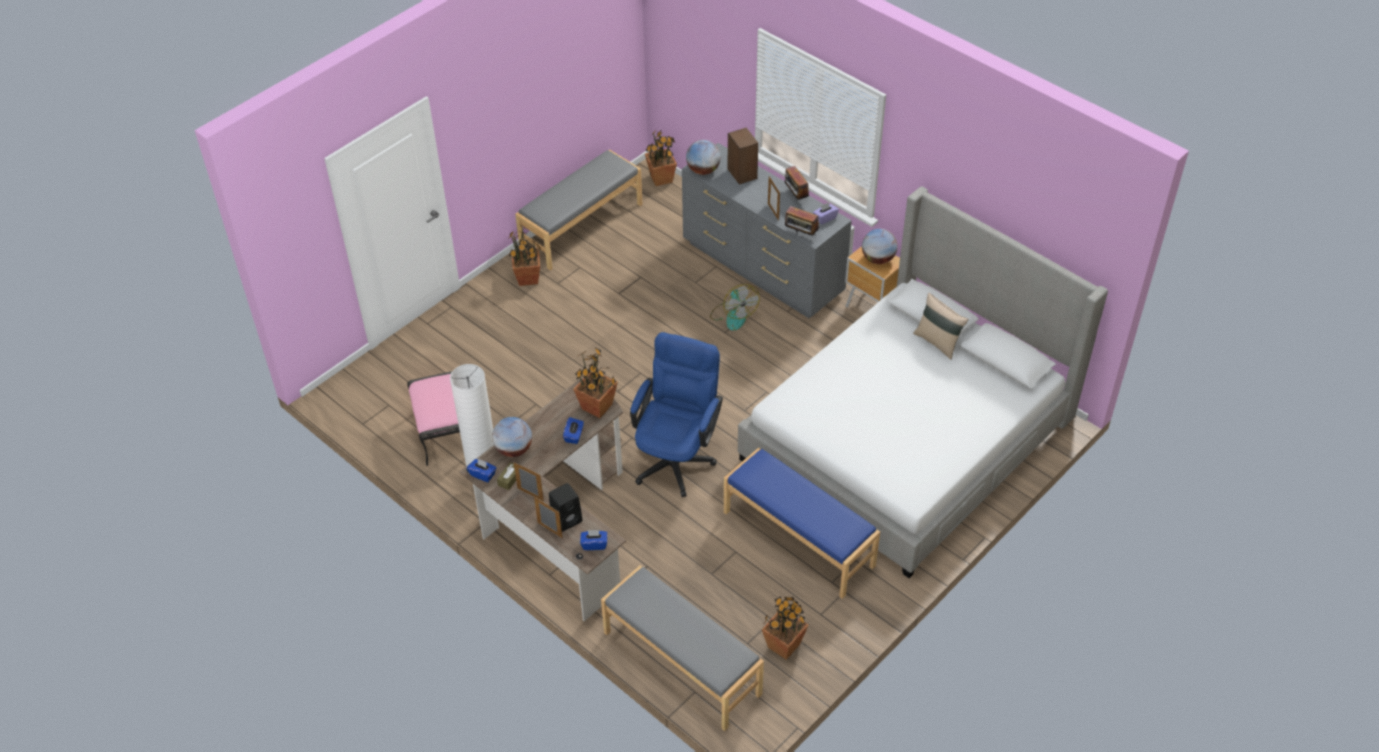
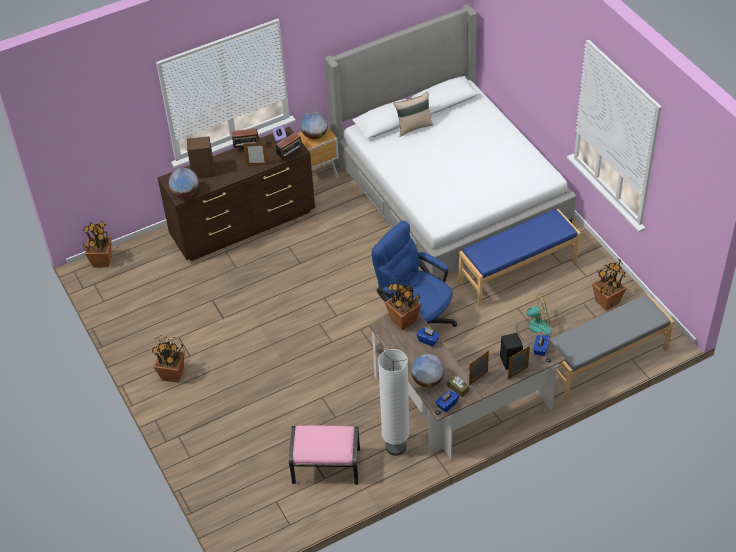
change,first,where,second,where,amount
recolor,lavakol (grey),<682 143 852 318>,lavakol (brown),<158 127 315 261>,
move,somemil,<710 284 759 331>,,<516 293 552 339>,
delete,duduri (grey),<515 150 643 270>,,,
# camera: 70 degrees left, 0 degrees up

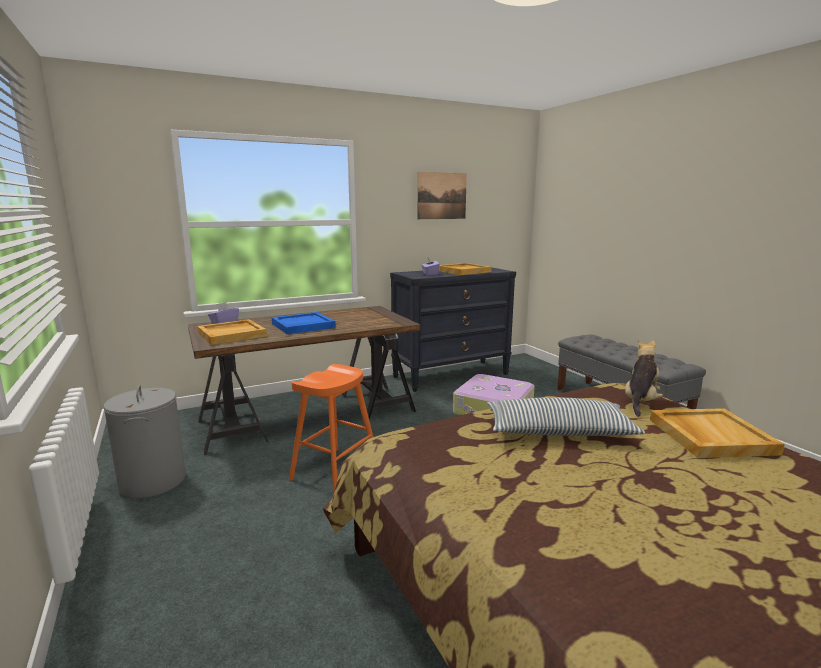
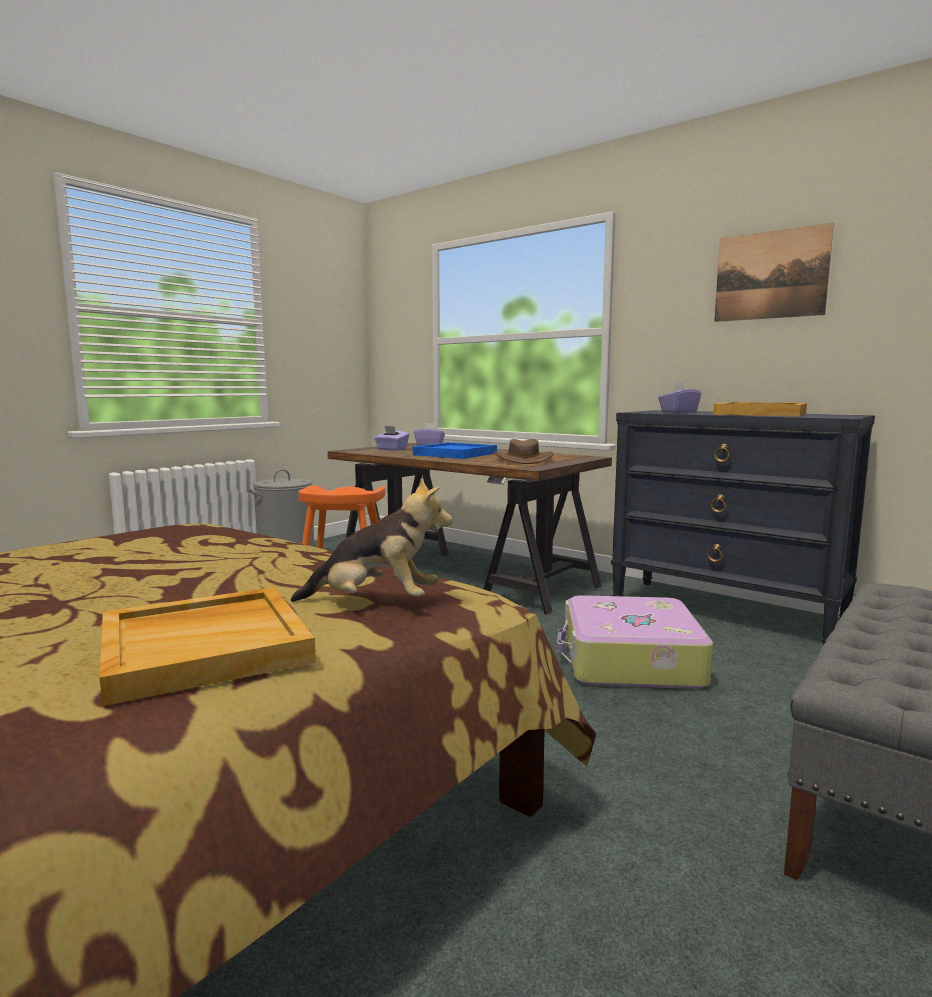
change,first,where,second,where,amount
replace,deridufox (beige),<197 319 267 345>,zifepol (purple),<374 426 409 451>,
insert,,,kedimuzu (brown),<494 439 554 464>,
delete,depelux,<487 397 645 436>,,,
# camera: 65 degrees right, 5 degrees down

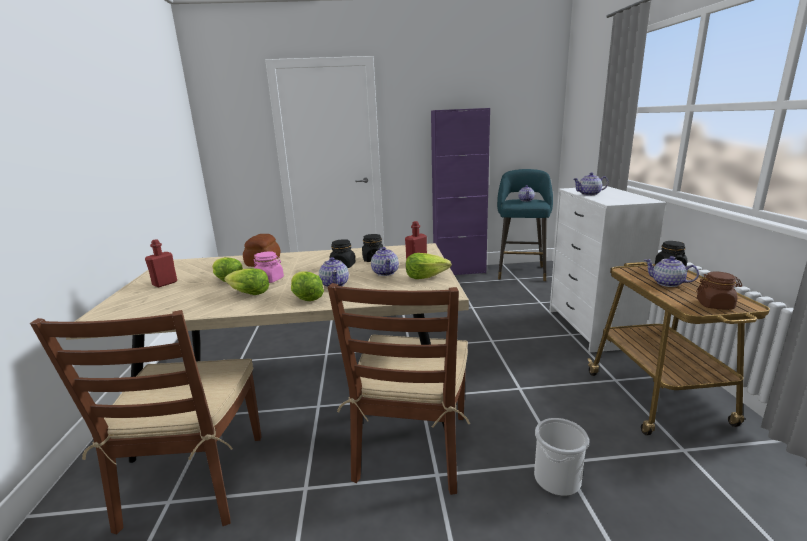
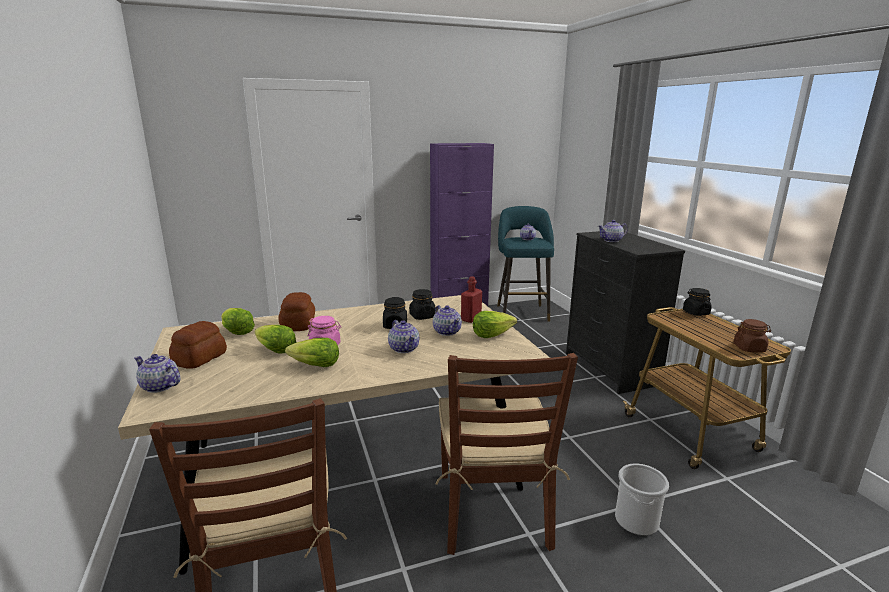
change,first,where,second,where,amount
move,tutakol,<644 256 699 287>,,<134 354 180 393>,
replace,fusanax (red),<145 239 177 287>,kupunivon,<169 321 227 369>,
move,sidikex,<291 271 324 301>,,<221 308 255 335>,
recolor,lavakol (white),<550 186 667 352>,lavakol (black),<566 231 685 394>,
# camera: 15 degrees left, 0 degrees up

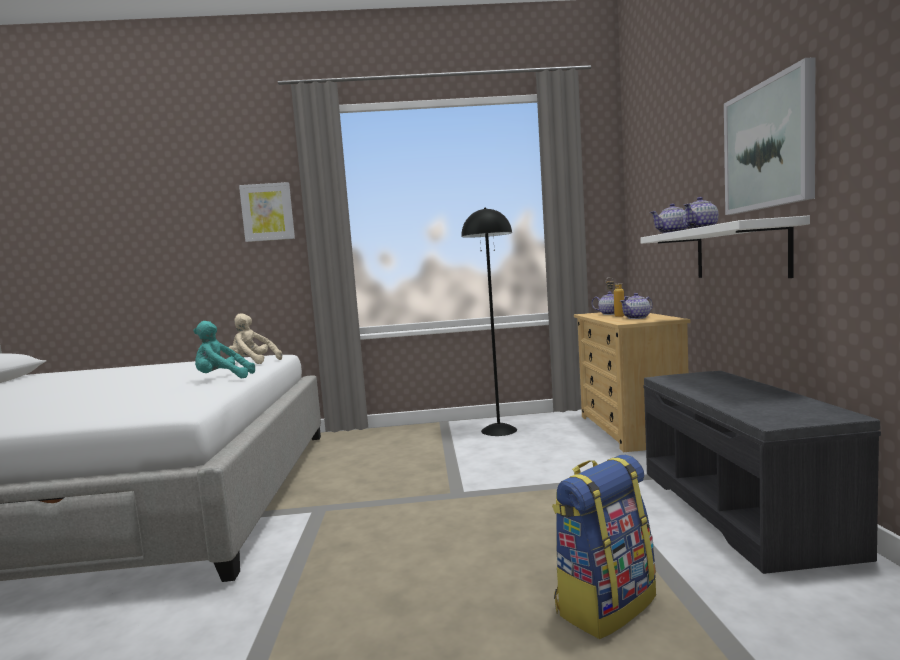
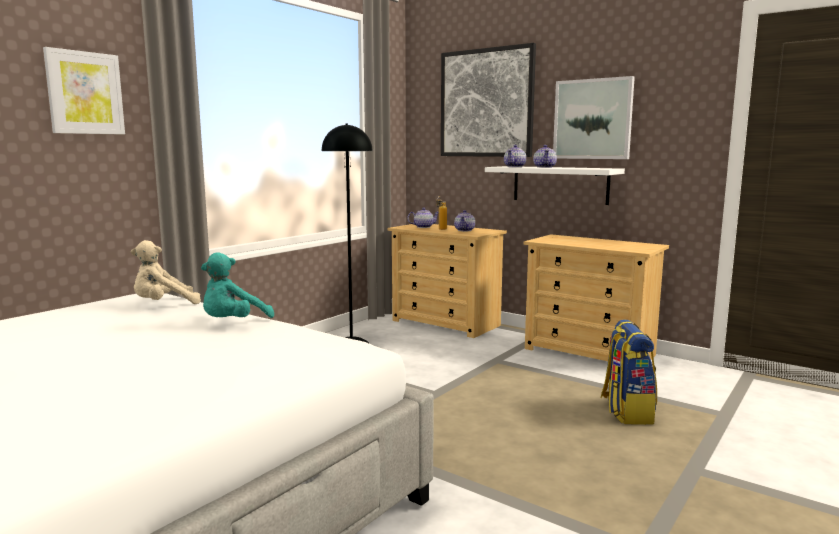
change,first,where,second,where,amount
insert,,,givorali,<441 43 536 157>,
replace,duduri (grey),<643 371 881 574>,lavakol (beige),<523 234 669 361>,
# camera: 50 degrees left, 5 degrees up

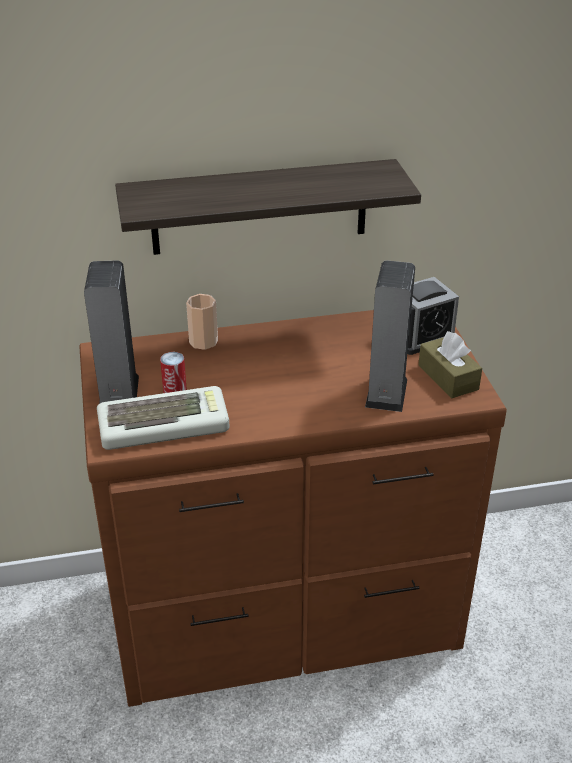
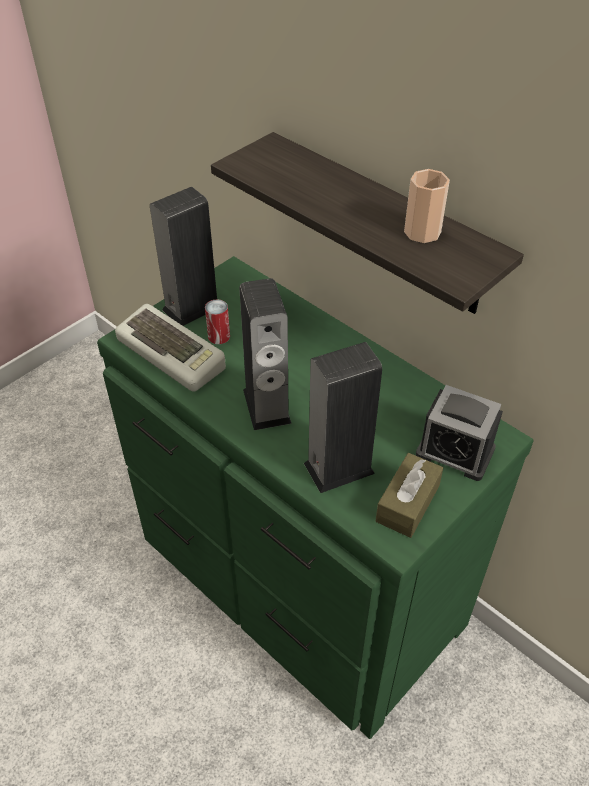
change,first,where,second,where,amount
recolor,lavakol (brown),<79 310 507 707>,lavakol (green),<97 256 534 739>,
insert,,,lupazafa,<239 278 292 430>,
move,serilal,<186 294 218 350>,,<404 169 450 243>,
# camera: 55 degrees right, 10 degrees up

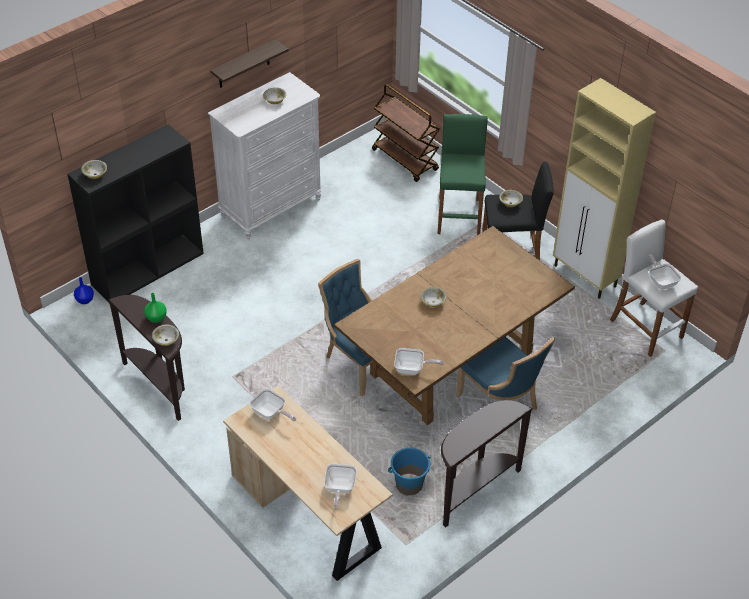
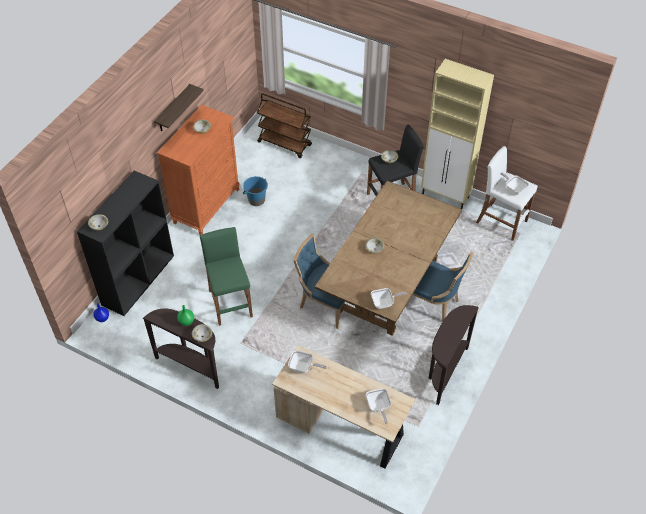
change,first,where,second,where,amount
recolor,lavakol (white),<208 72 322 239>,lavakol (orange),<157 105 240 235>,
move,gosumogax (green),<438 114 488 235>,,<200 227 253 326>,
move,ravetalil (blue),<388 448 431 495>,,<243 176 268 206>,
# camera: 20 degrees left, 5 degrees up

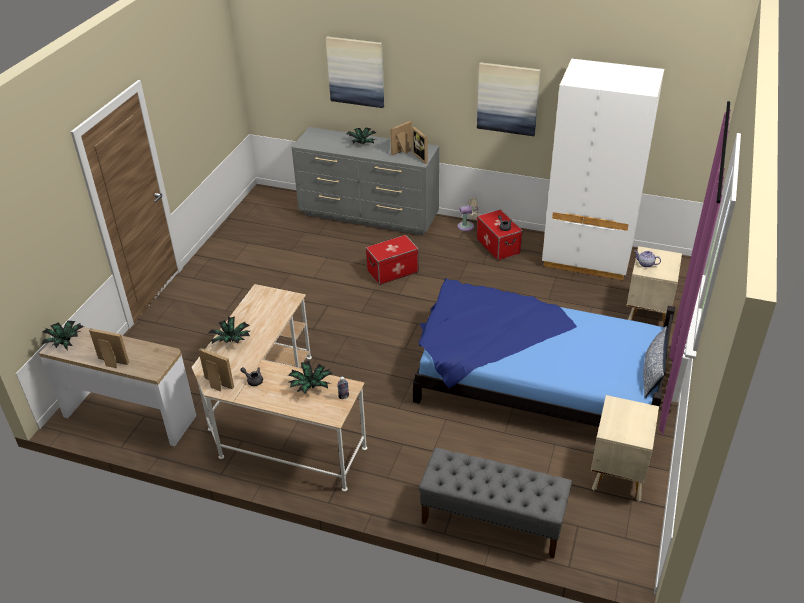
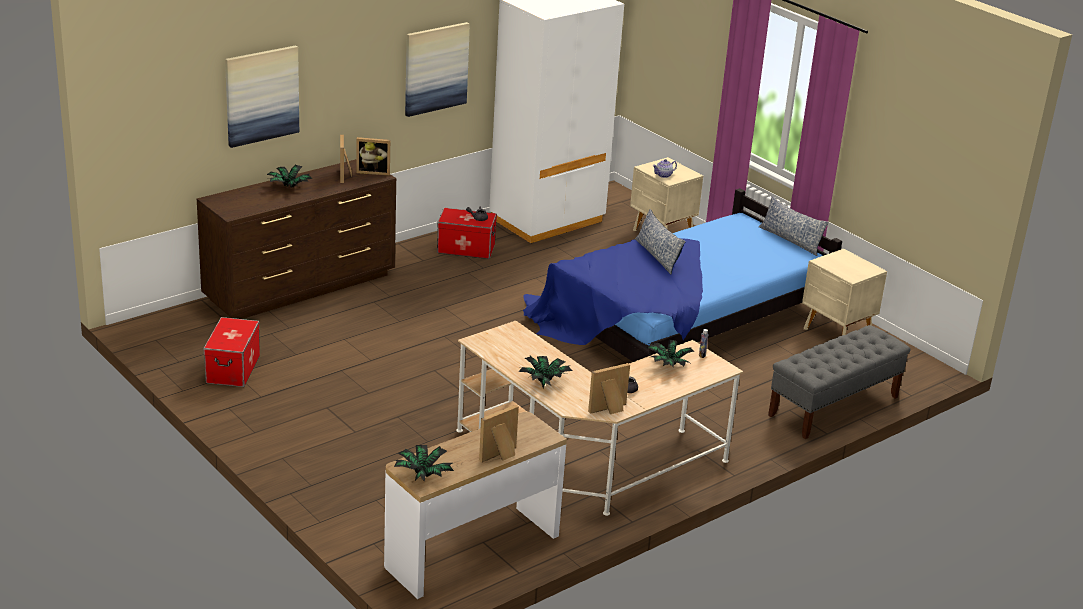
change,first,where,second,where,amount
recolor,lavakol (grey),<292 127 439 236>,lavakol (brown),<197 159 396 319>,
move,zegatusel,<366 235 419 285>,,<203 317 260 387>,
insert,,,depelux,<635 209 686 274>,
delete,somemil (beige),<457 197 480 231>,,,
# camera: 60 degrees left, 10 degrees down

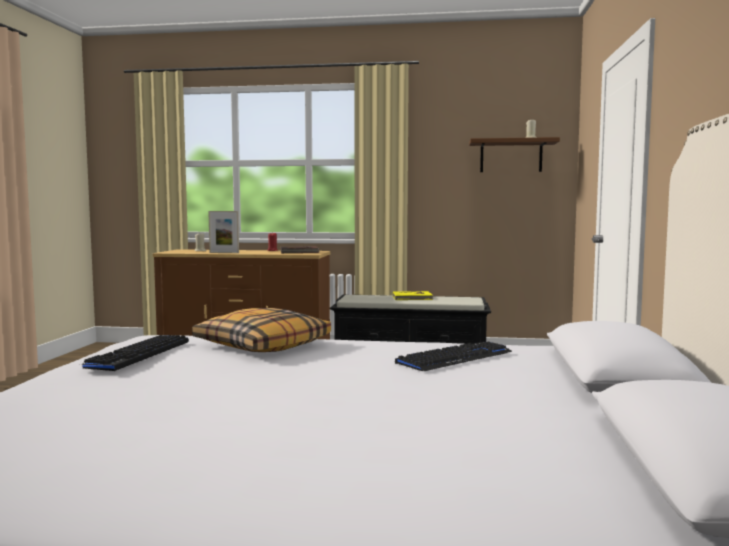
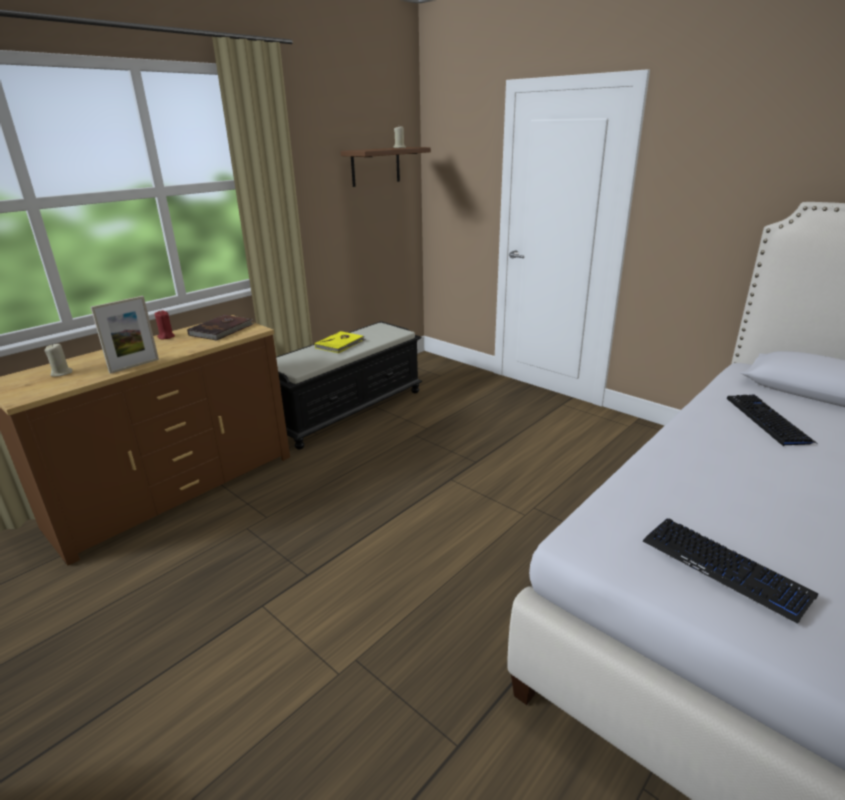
change,first,where,second,where,amount
delete,depelux,<192 308 331 352>,,,
# camera: 55 degrees left, 20 degrees up

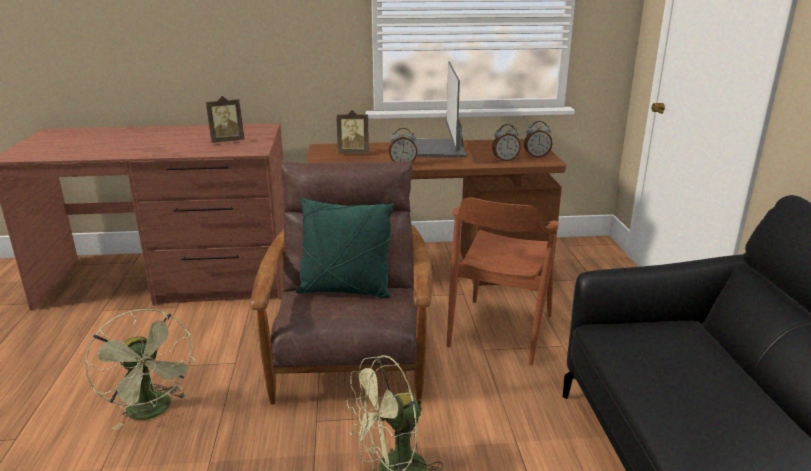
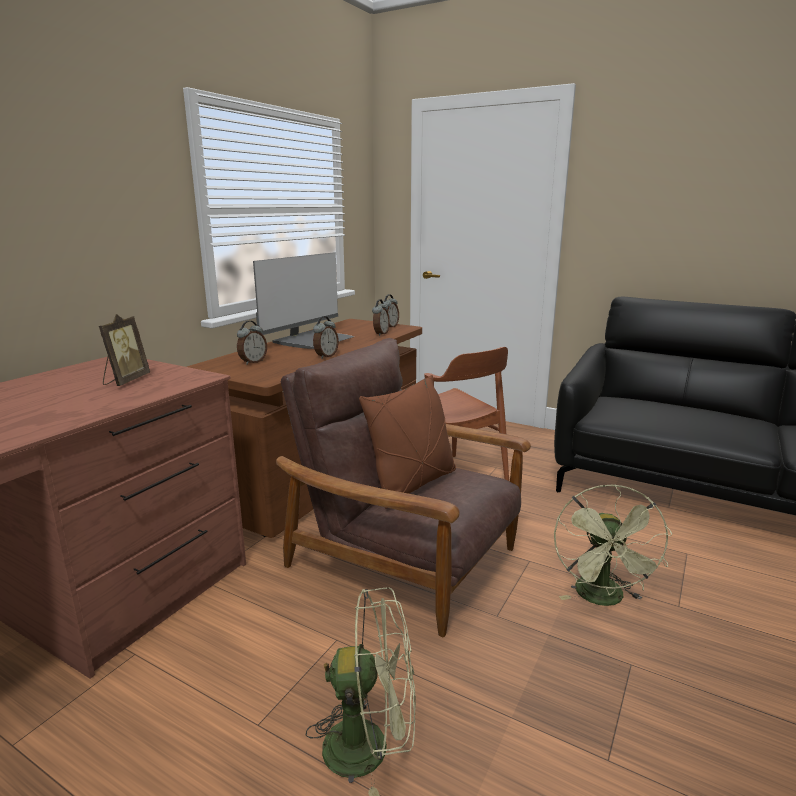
change,first,where,second,where,amount
replace,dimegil,<337 110 369 154>,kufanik,<237 321 267 365>,
rotate,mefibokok,<412 62 466 158>,,<253 252 354 349>,90 degrees counterclockwise
recolor,depelux (green),<296 197 394 298>,depelux (brown),<359 375 456 509>,
# camera: 55 degrees left, 5 degrees down

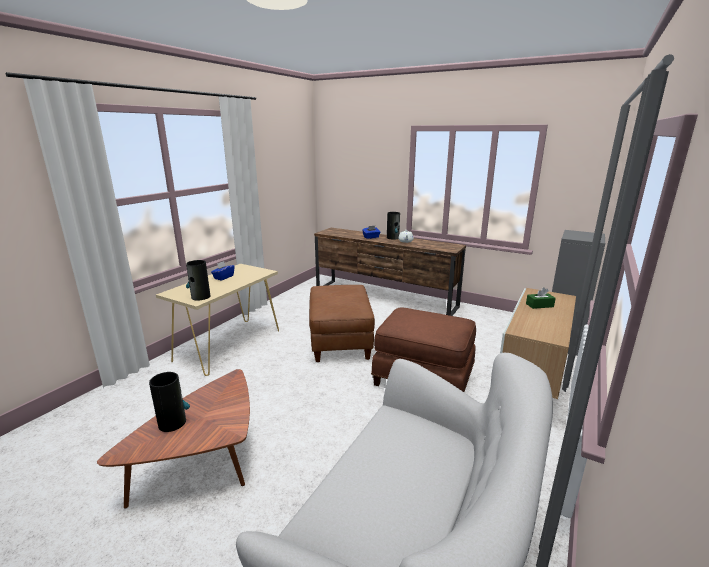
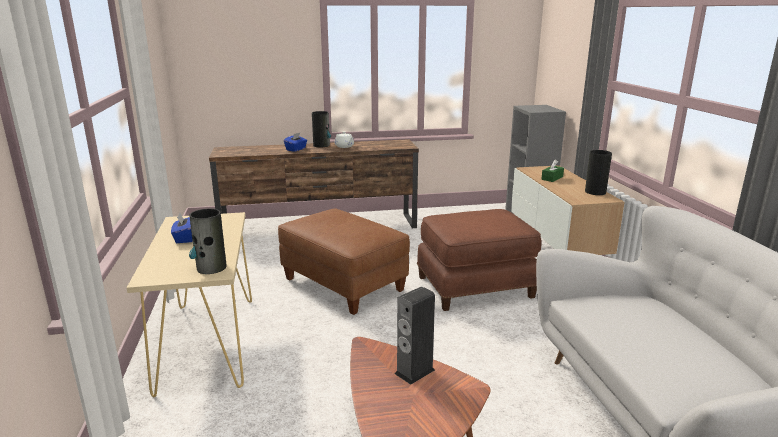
change,first,where,second,where,amount
insert,,,lupazafa,<395 286 435 385>,
move,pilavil,<149 372 190 432>,,<585 150 612 195>,
# camera: 40 degrees left, 0 degrees up

